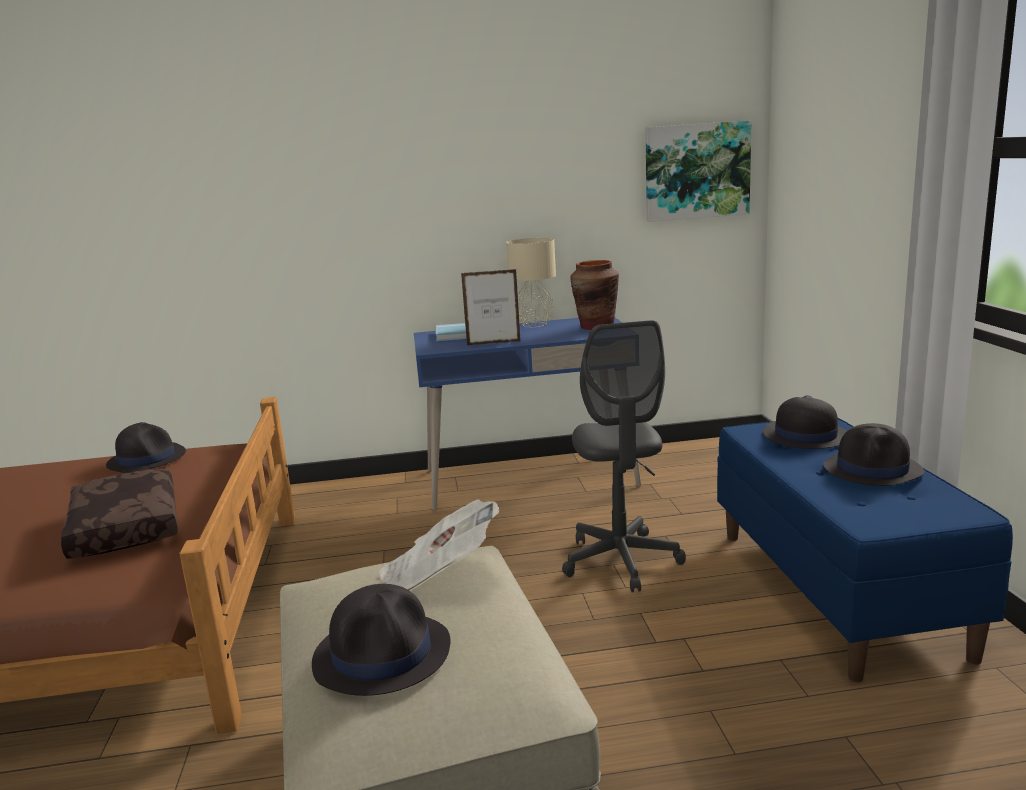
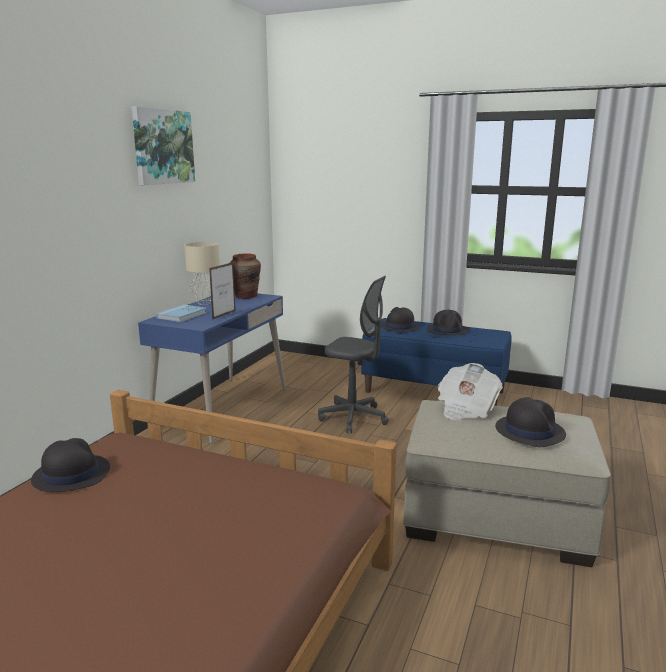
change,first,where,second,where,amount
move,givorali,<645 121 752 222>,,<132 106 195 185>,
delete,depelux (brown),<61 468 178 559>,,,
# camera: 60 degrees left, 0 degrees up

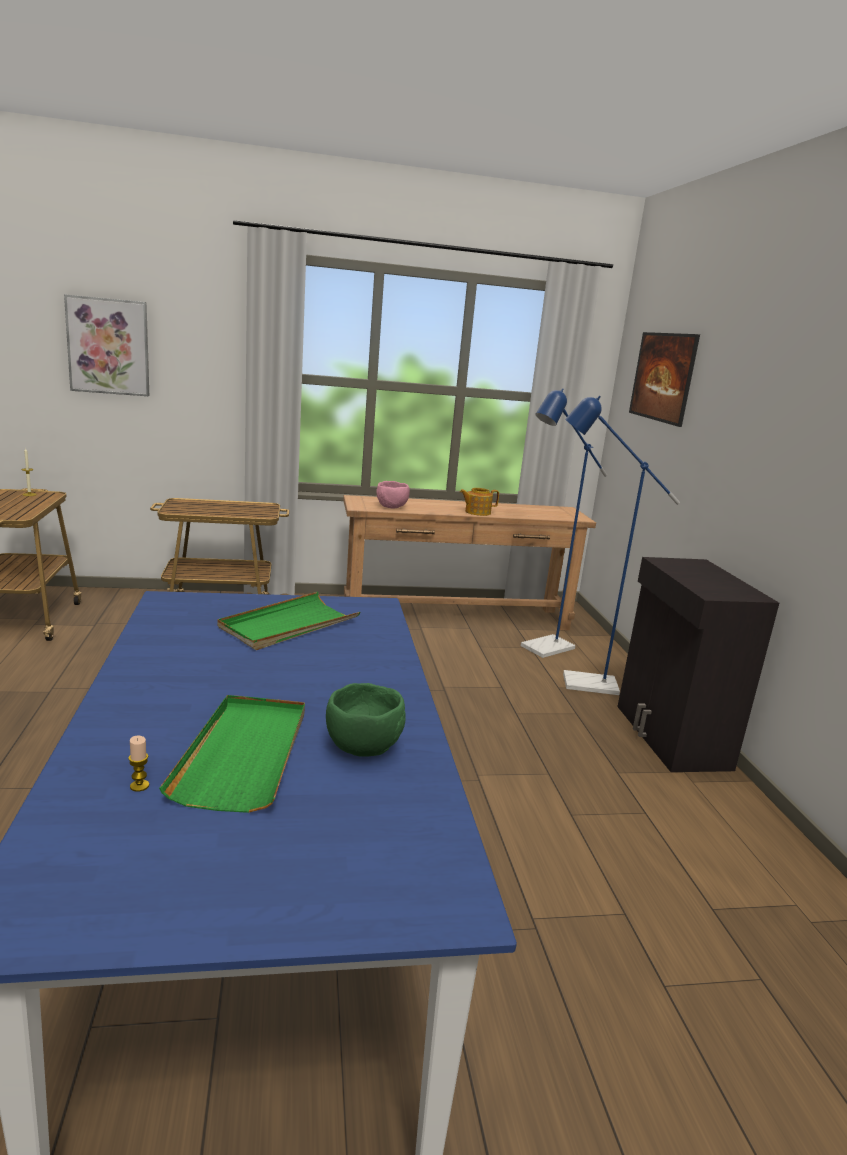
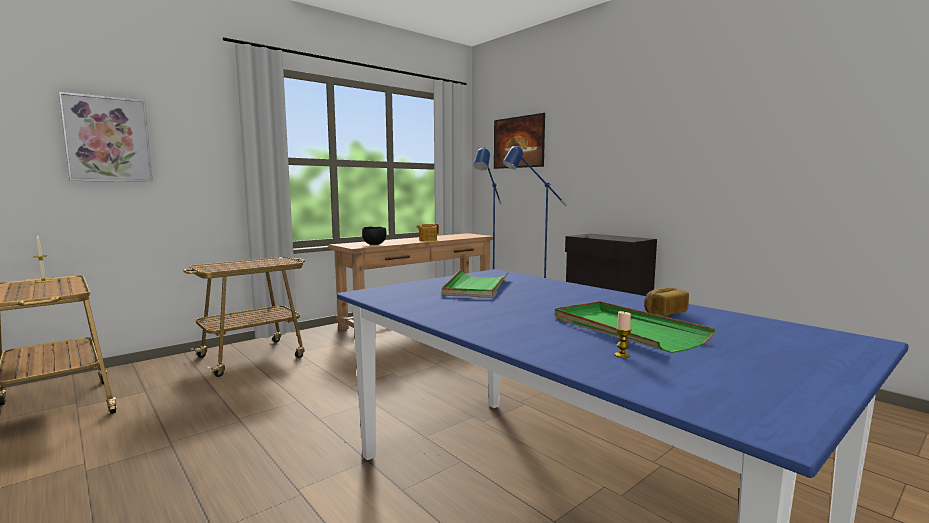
change,first,where,second,where,amount
recolor,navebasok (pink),<376 481 410 509>,navebasok (black),<362 226 386 245>,
replace,navebasok (green),<326 683 406 756>,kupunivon,<644 288 689 316>,
# camera: 30 degrees left, 10 degrees down

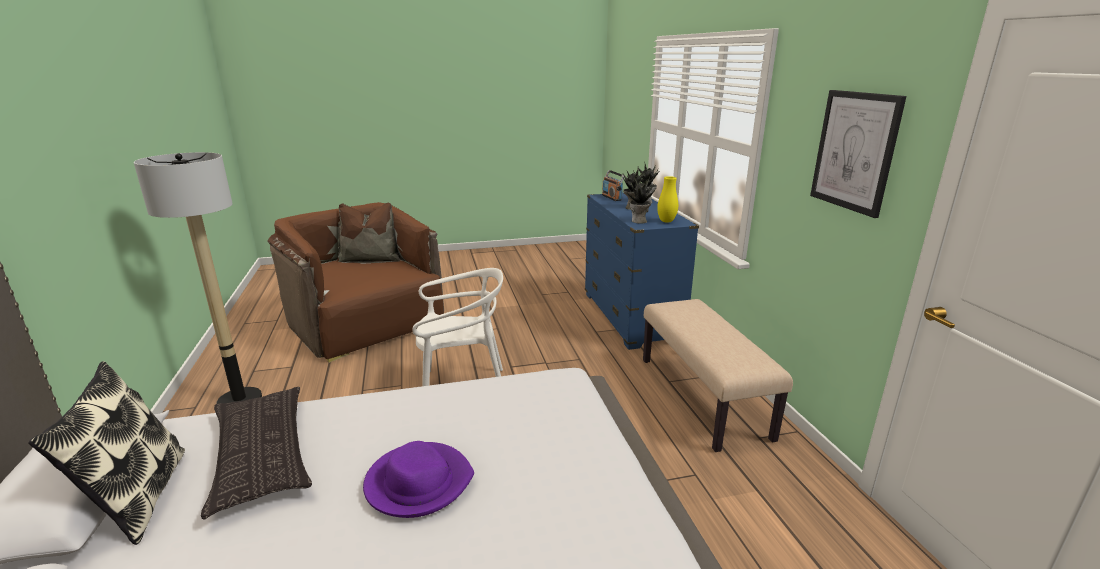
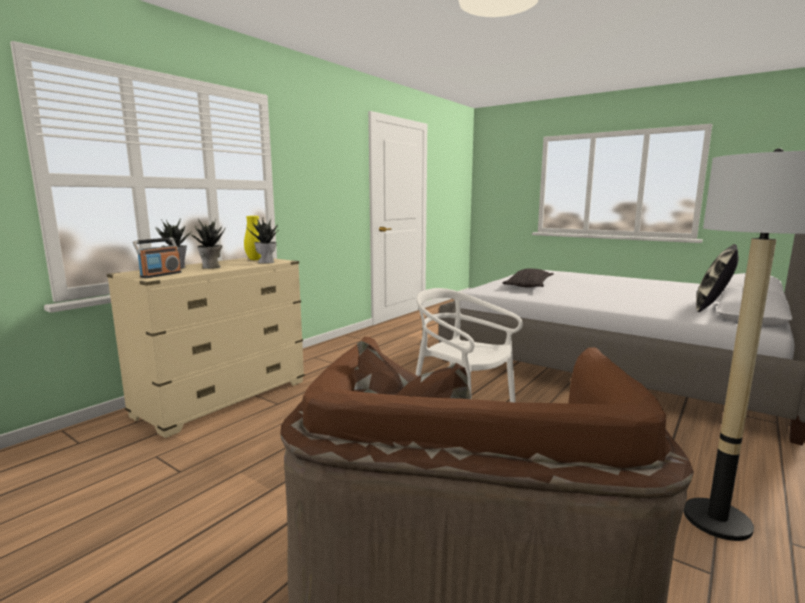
change,first,where,second,where,amount
recolor,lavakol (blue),<585 193 699 350>,lavakol (beige),<107 258 305 438>,
move,depelux,<201 387 312 520>,,<503 268 553 288>,
delete,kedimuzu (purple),<363 441 474 518>,,,
delete,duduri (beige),<643 299 793 452>,,,
delete,givorali,<810 90 906 218>,,,
# camera: 130 degrees left, 10 degrees down

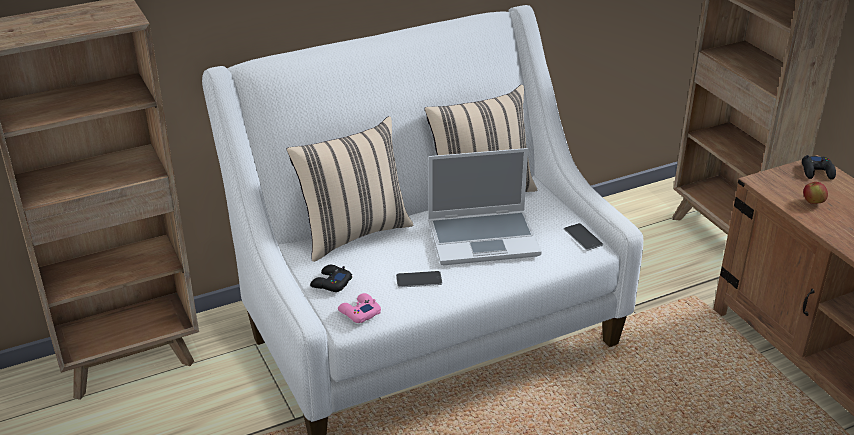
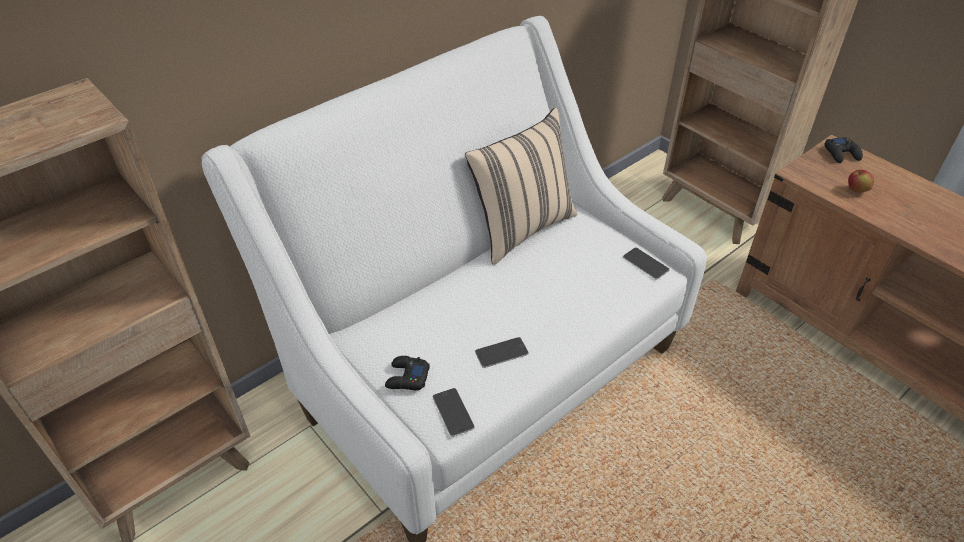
change,first,where,second,where,amount
replace,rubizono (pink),<338 293 381 323>,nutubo,<433 388 475 437>,
delete,depelux (beige),<286 116 413 262>,,,
delete,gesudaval,<428 148 542 265>,,,
# camera: 15 degrees left, 10 degrees up

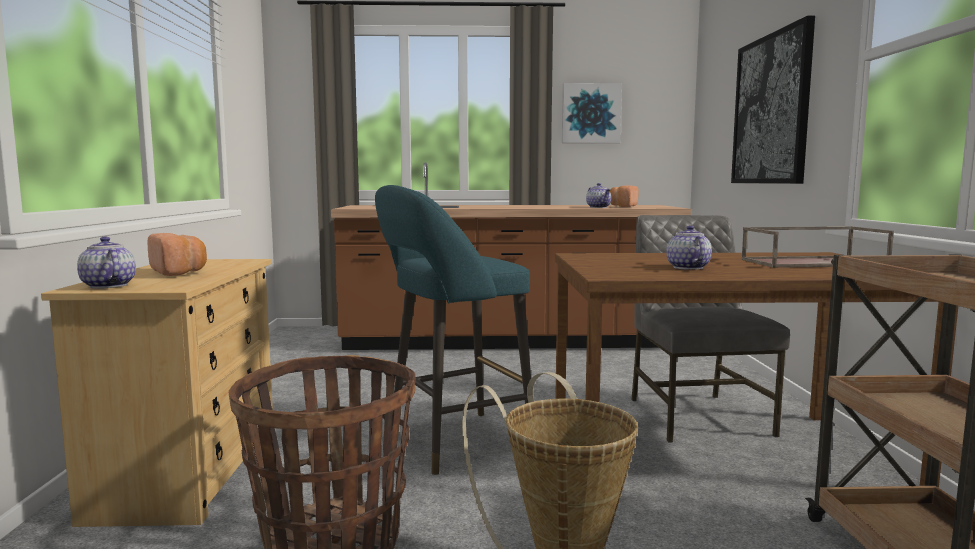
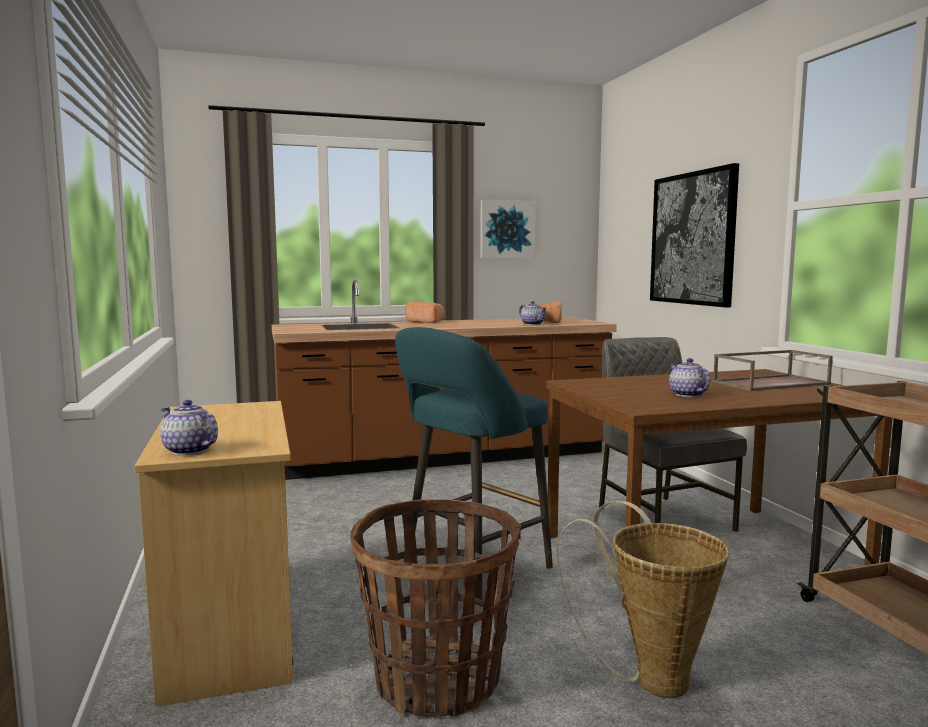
change,first,where,second,where,amount
move,kupunivon,<148 233 207 276>,,<405 302 445 323>,
# camera: 15 degrees left, 0 degrees up

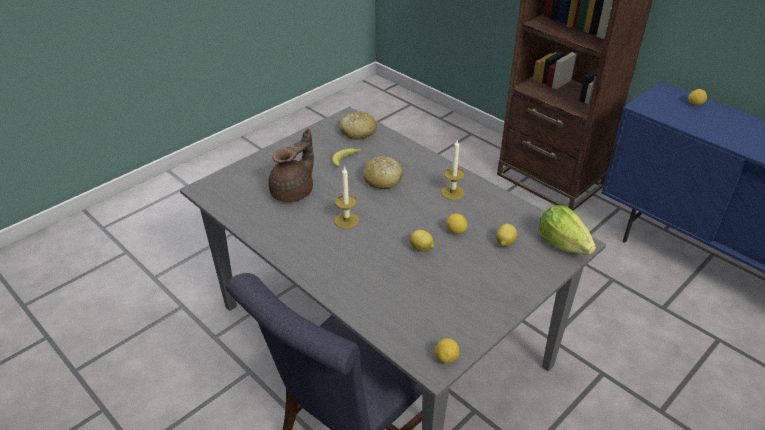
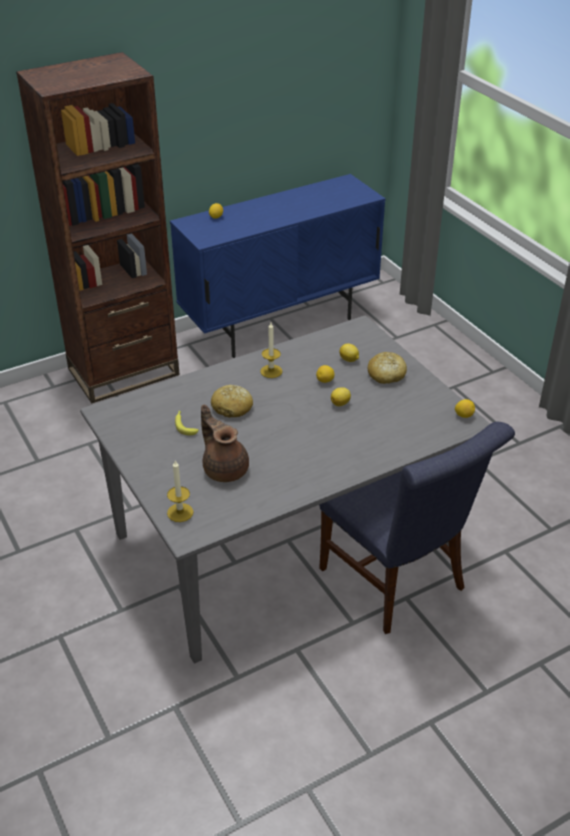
change,first,where,second,where,amount
move,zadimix,<334 166 359 229>,,<167 461 194 522>,
move,kupunivon,<339 111 377 140>,,<368 352 407 384>,
delete,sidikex,<538 205 596 255>,,,
# camera: 75 degrees left, 0 degrees up

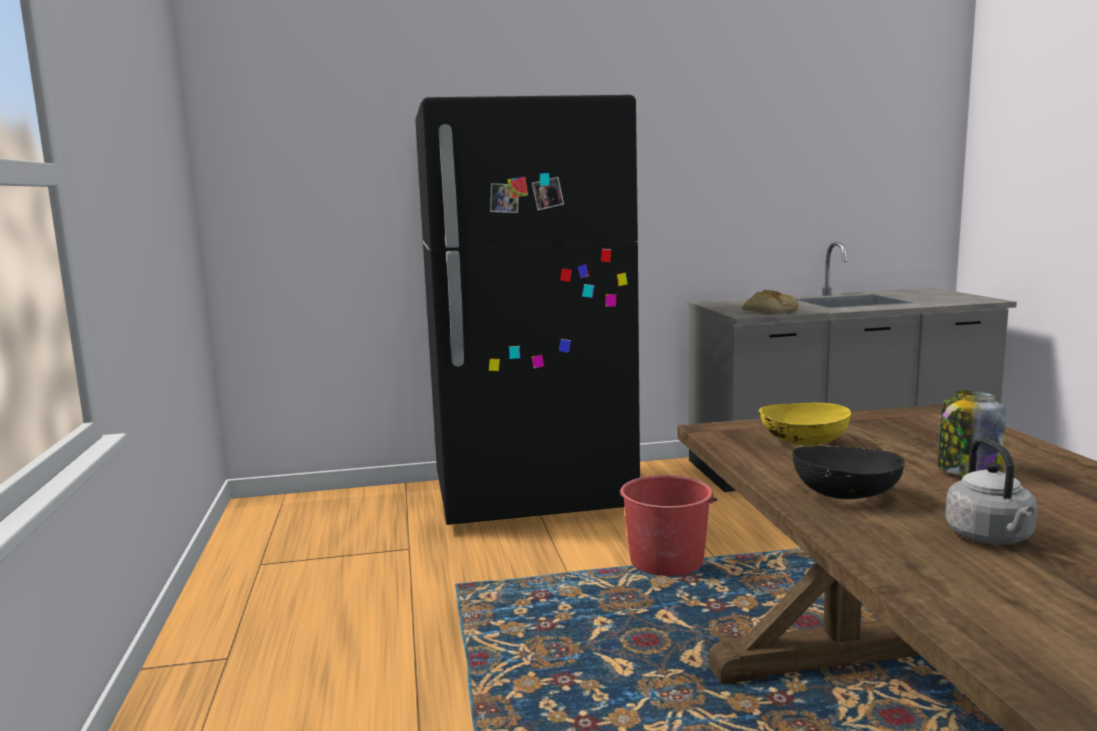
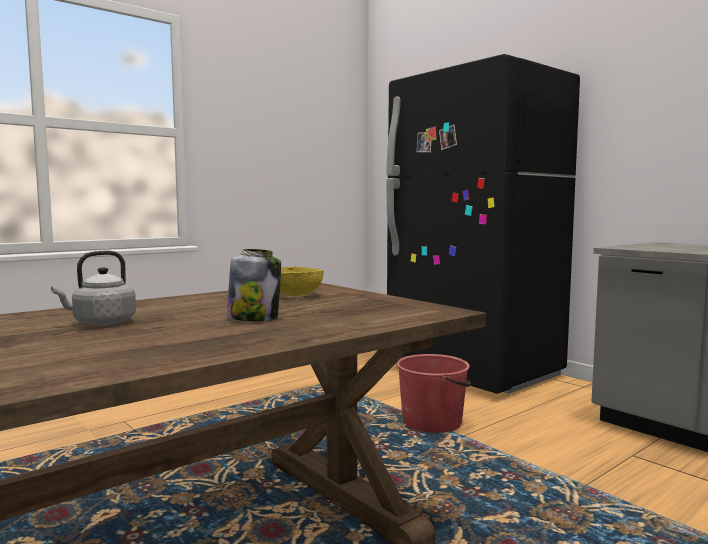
change,first,where,second,where,amount
delete,kupunivon,<742 290 799 314>,,,
delete,navebasok (black),<792 445 905 499>,,,
# camera: 60 degrees right, 5 degrees down

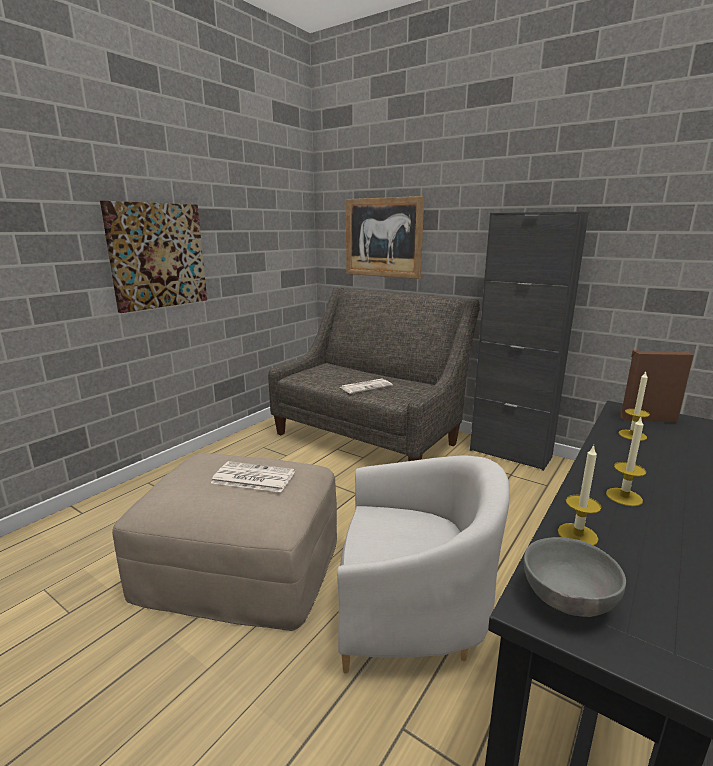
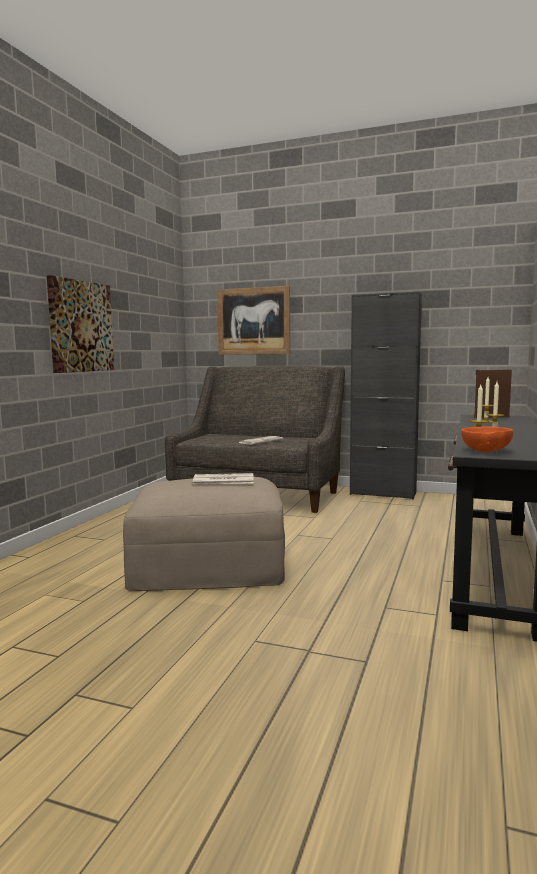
change,first,where,second,where,amount
recolor,navebasok (grey),<524 537 626 617>,navebasok (orange),<461 426 513 452>,
delete,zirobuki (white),<337 456 510 674>,,,
# camera: 15 degrees left, 10 degrees down

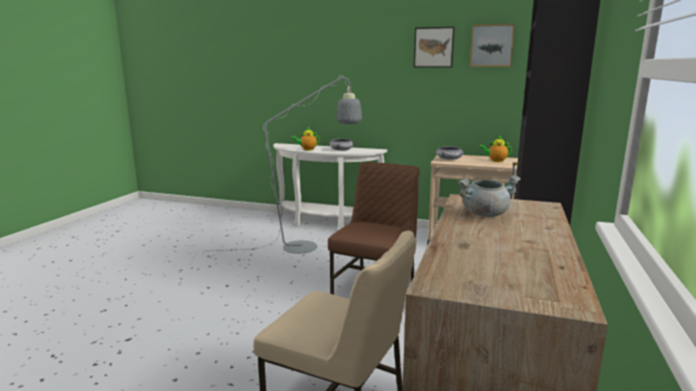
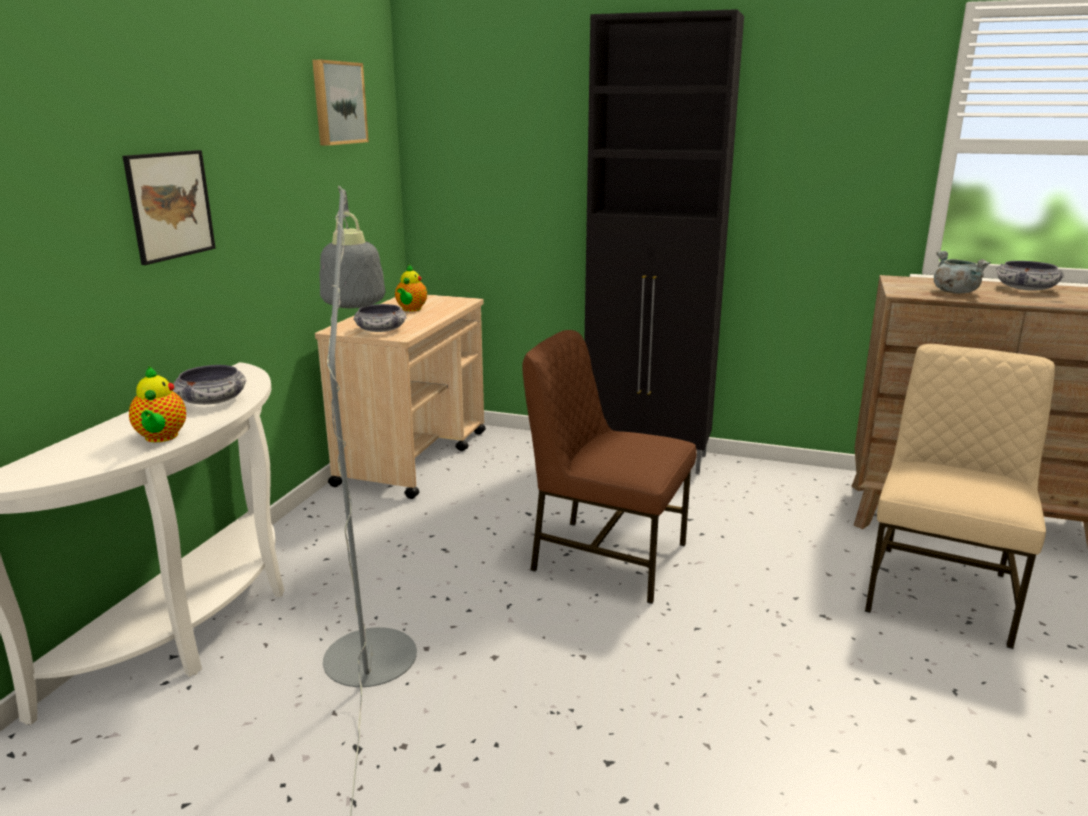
change,first,where,second,where,amount
move,givorali,<414 27 455 68>,,<123 150 216 265>,
insert,,,navebasok,<996 261 1064 291>,
# camera: 90 degrees left, 5 degrees up

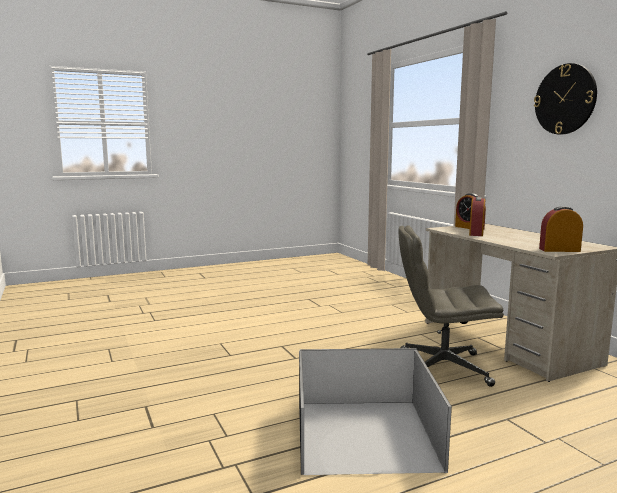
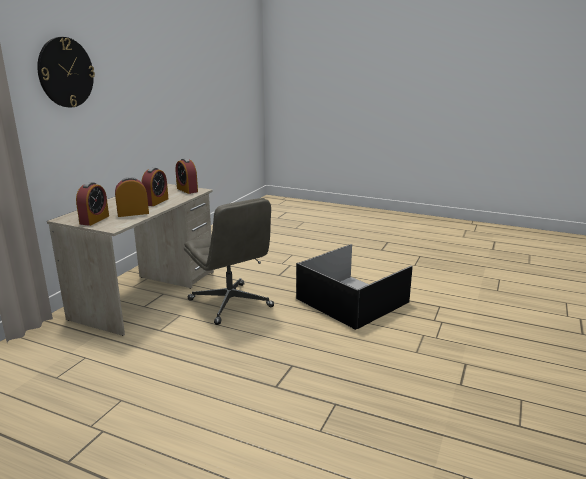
change,first,where,second,where,amount
insert,,,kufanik,<141 168 168 206>,
# camera: 130 degrees left, 10 degrees up

